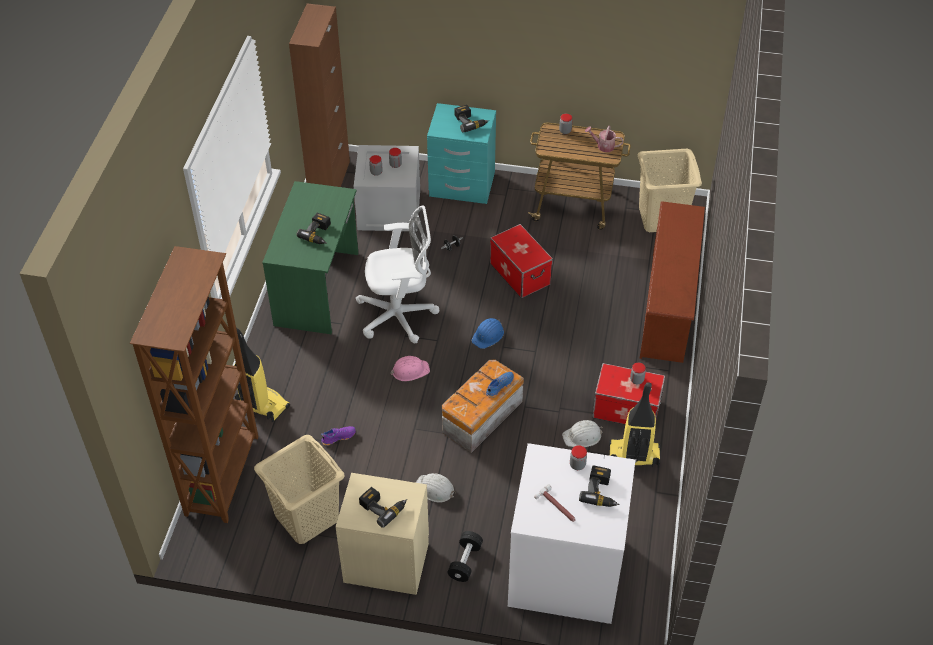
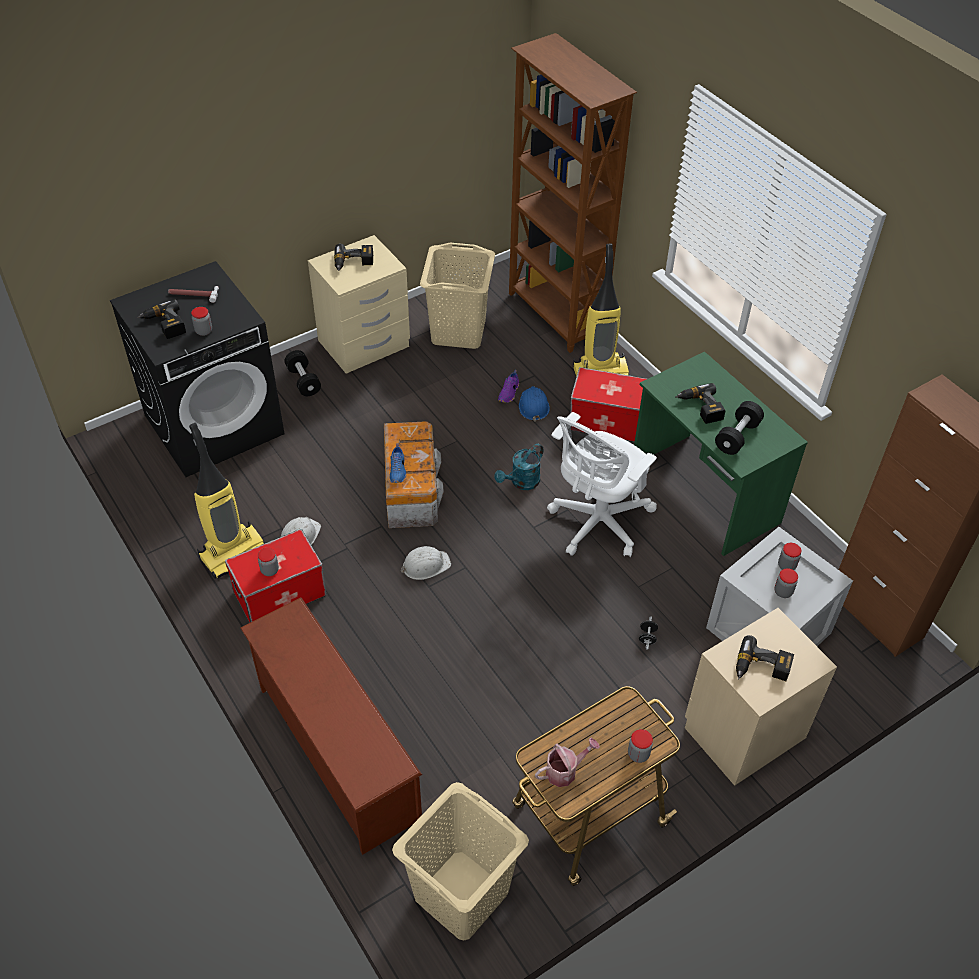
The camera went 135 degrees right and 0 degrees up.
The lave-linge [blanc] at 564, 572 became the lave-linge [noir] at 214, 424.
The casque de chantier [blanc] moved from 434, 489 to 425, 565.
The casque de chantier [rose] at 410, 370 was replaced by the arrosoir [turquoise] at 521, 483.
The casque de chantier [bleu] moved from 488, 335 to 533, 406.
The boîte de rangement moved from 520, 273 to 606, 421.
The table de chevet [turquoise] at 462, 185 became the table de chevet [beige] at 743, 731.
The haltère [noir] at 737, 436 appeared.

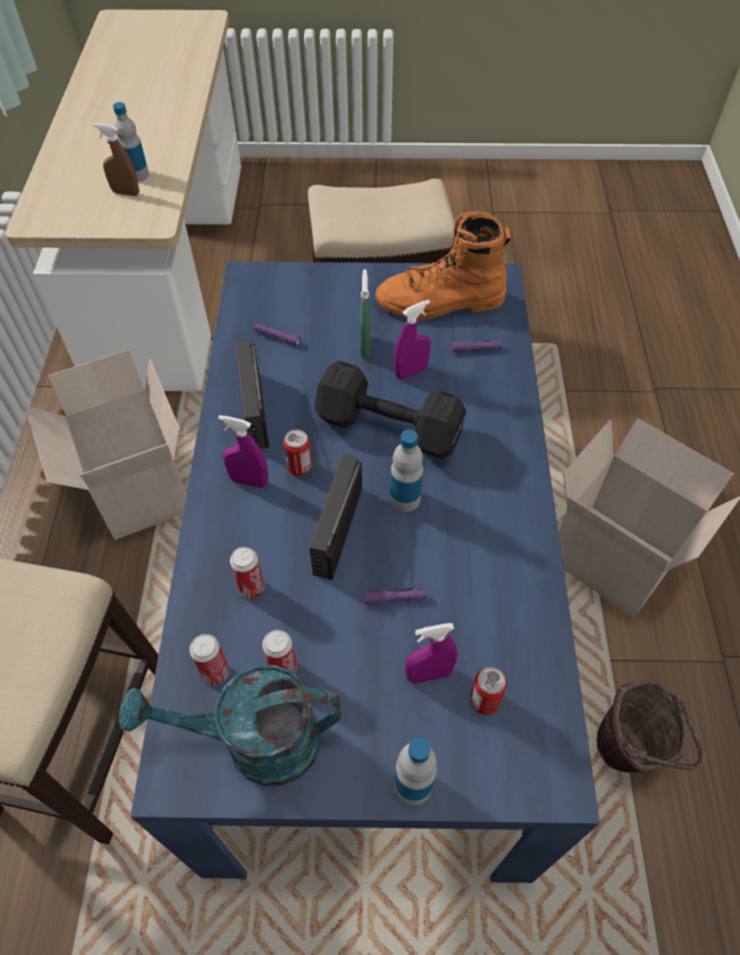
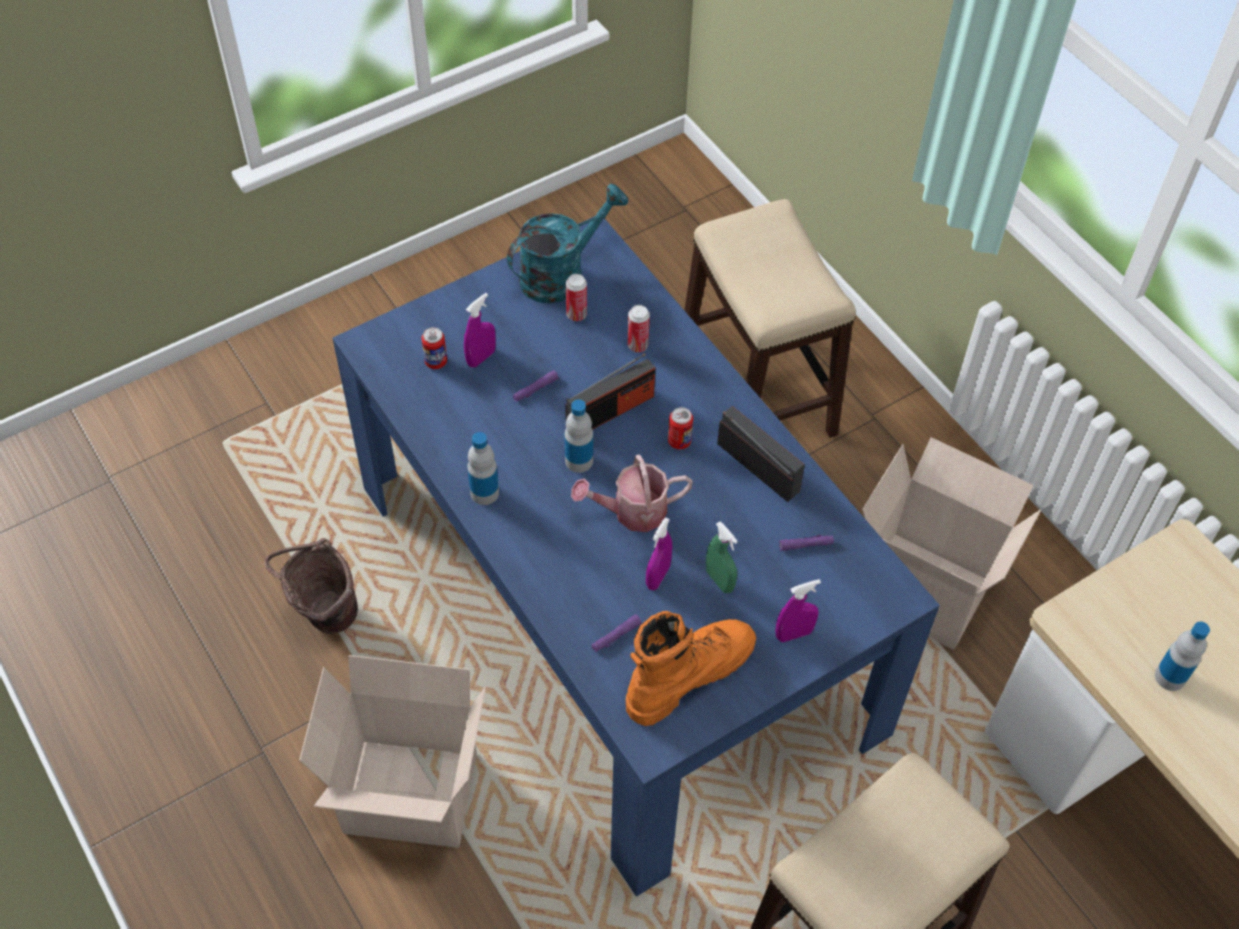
The camera went 145 degrees right and 0 degrees up.
The bouteille moved from 413, 785 to 484, 493.
The radio at 338, 531 turned 75 degrees clockwise.
The haltère [noir] at 392, 429 was replaced by the arrosoir at 632, 512.
The vaporisateur [violet] moved from 249, 481 to 794, 634.
The vaporisateur [marron] at 126, 193 disappeared.
The boîte métallique at 215, 673 disappeared.

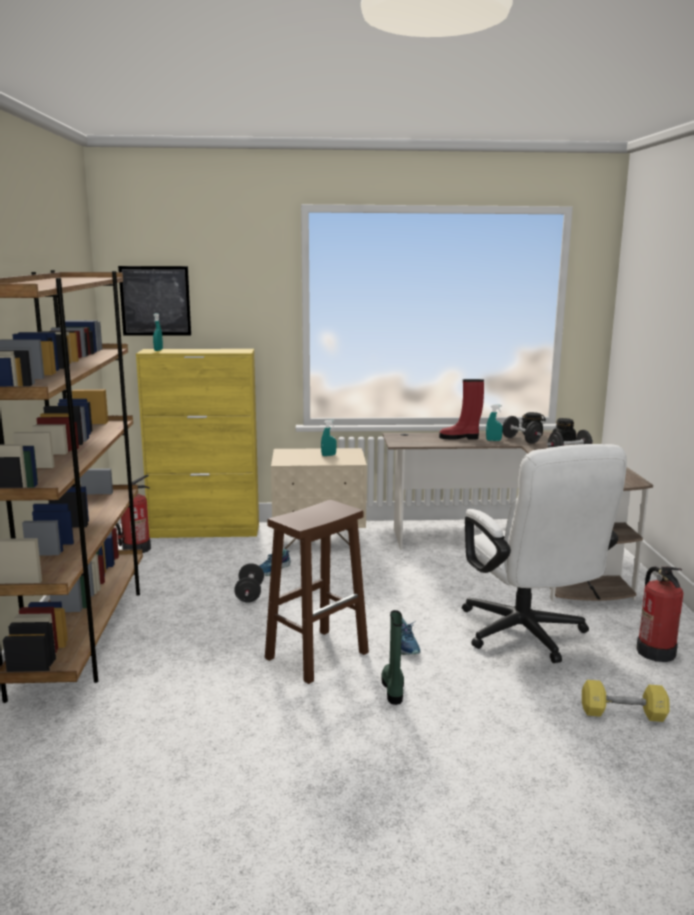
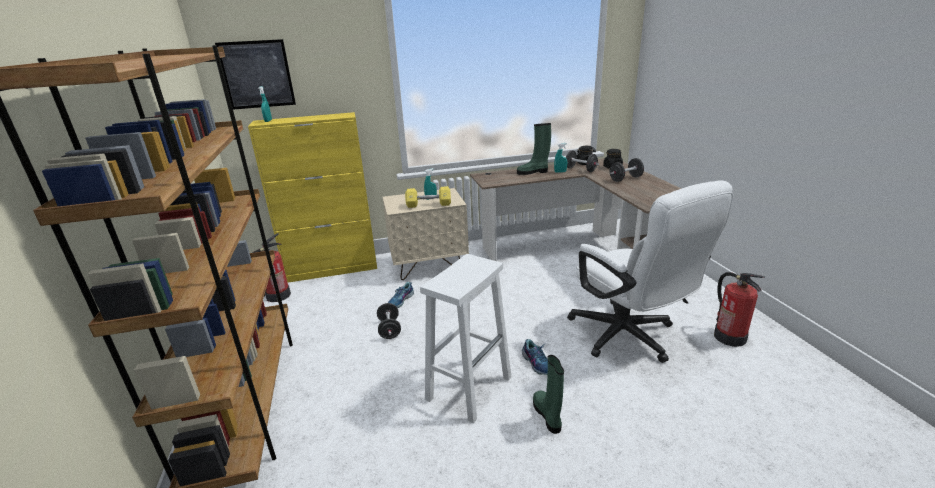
The camera went 10 degrees left and 10 degrees up.
The haltère [jaune] moved from 623, 713 to 428, 204.
The tabouret [marron] at 318, 654 became the tabouret [blanc] at 469, 387.
The botte [rouge] at 460, 438 became the botte [vert] at 533, 172.

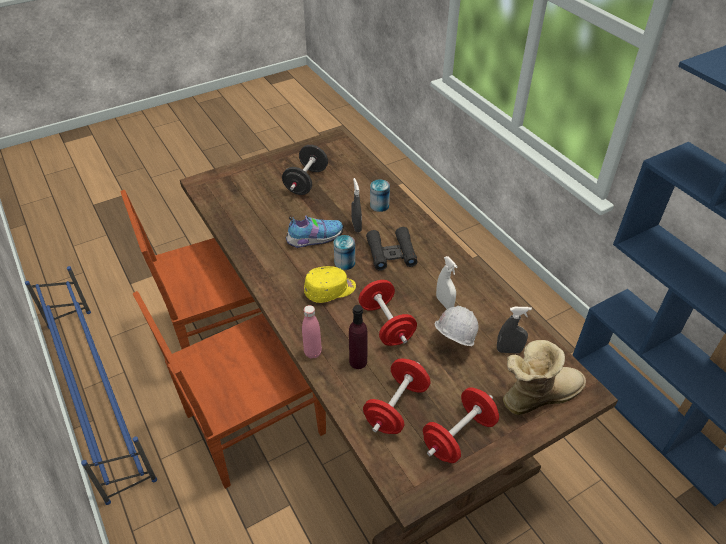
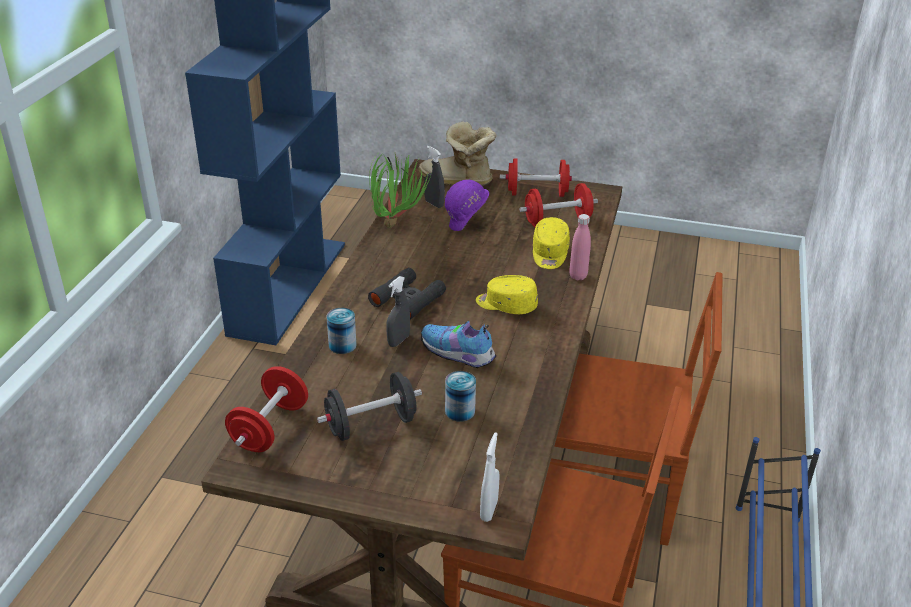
The camera went 135 degrees left and 10 degrees down.
The haltère [rouge] moved from 386, 325 to 270, 428.
The plante en pot at 396, 223 appeared.
The casque de chantier [blanc] at 451, 344 became the casque de chantier [violet] at 467, 226.
The boîte métallique moved from 344, 262 to 460, 411.
The vaporisateur [blanc] moved from 444, 303 to 489, 510.
The bouteille [violet] at 358, 361 was replaced by the casquette [jaune] at 549, 253.

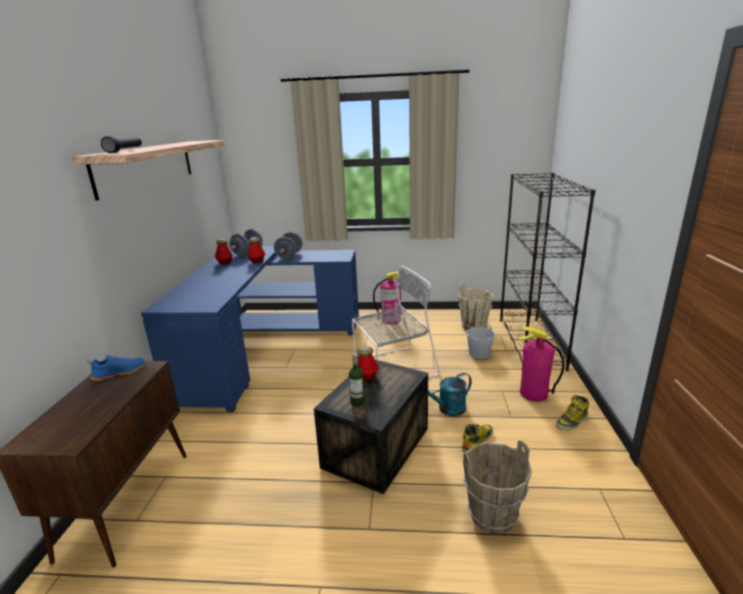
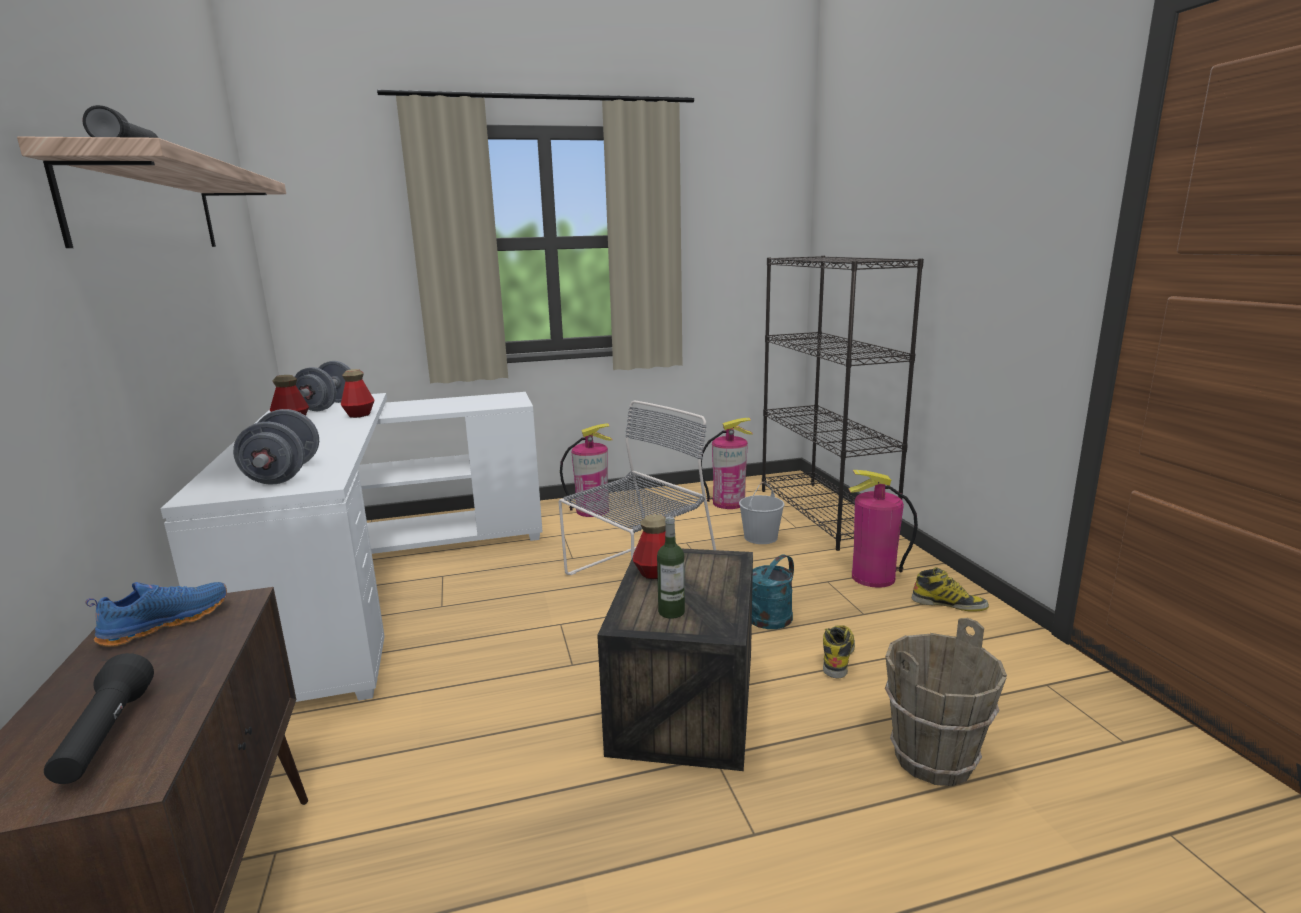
The camera went 20 degrees left and 5 degrees down.
The lampe de poche [noir] at 105, 736 appeared.
The bureau [bleu] at 262, 348 became the bureau [blanc] at 376, 582.
The haltère [gris] moved from 289, 256 to 283, 474.
The seau [beige] at 474, 326 was replaced by the extincteur at 729, 503.
The botte at 572, 421 turned 105 degrees counterclockwise.

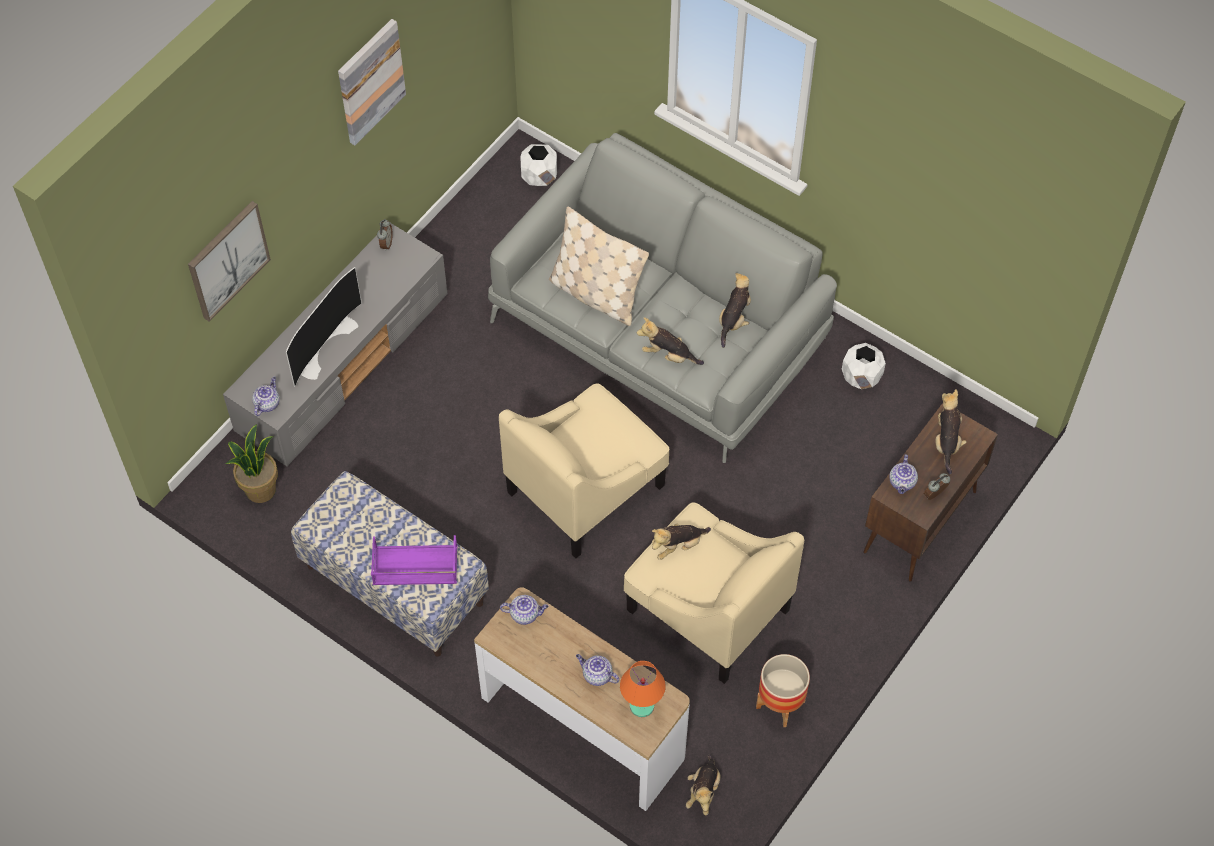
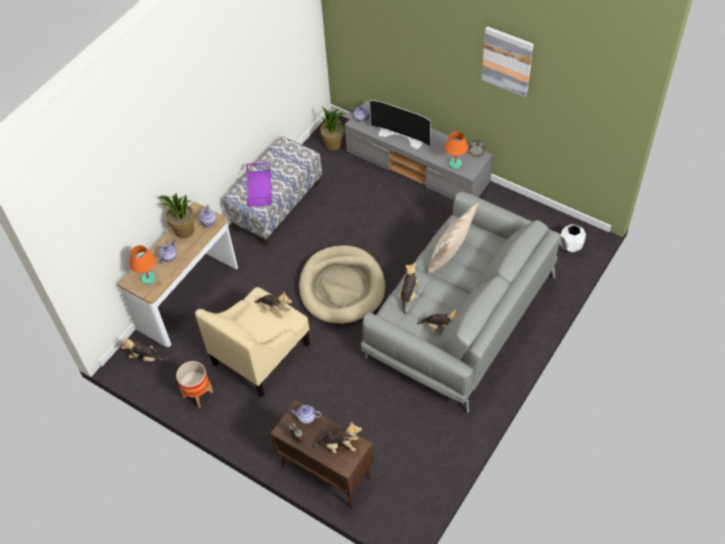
The camera went 90 degrees right and 5 degrees down.
The plante en pot at 184, 231 appeared.
The peluche at 678, 546 turned 150 degrees clockwise.
The fauteuil [beige] at 586, 488 was replaced by the panier pour chien [beige] at 342, 287.
The lampe de table [orange] at 455, 164 appeared.
The tableau at 227, 260 disappeared.
The cache-pot [blanc] at 862, 377 disappeared.

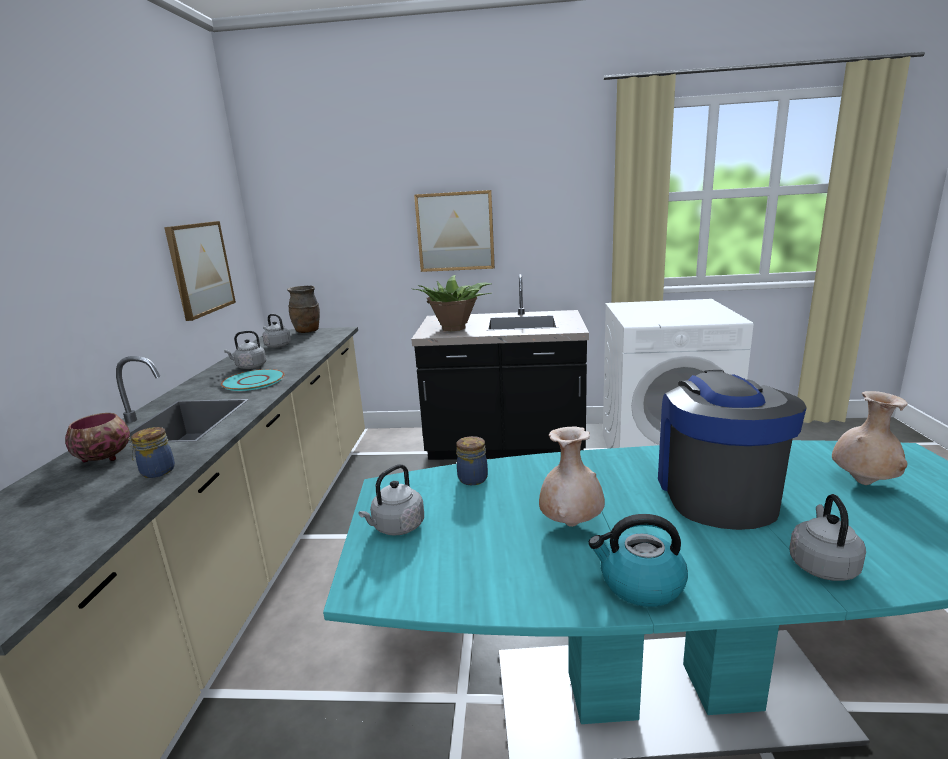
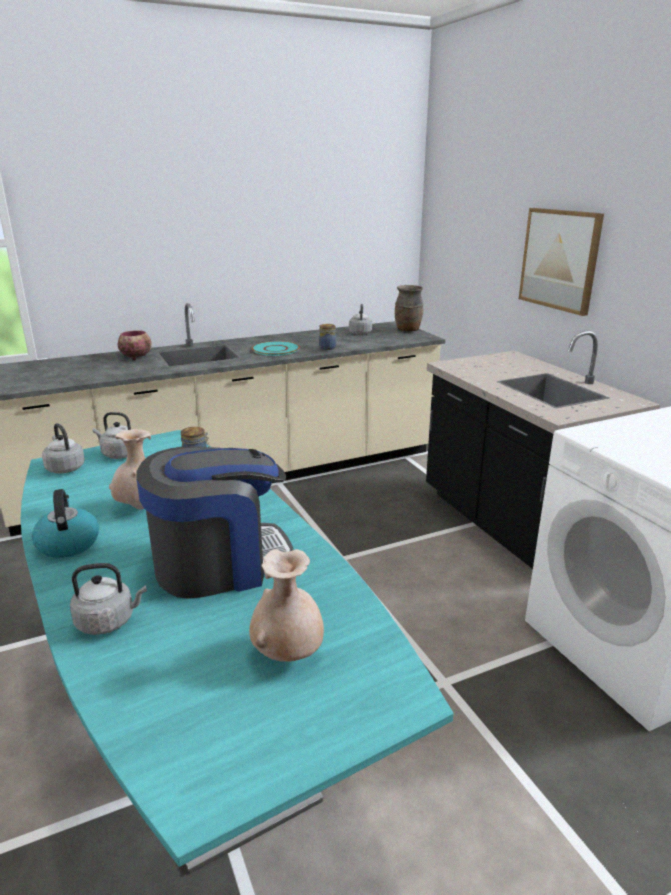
The camera went 60 degrees right and 5 degrees up.
The bouilloire [gris] moved from 249, 367 to 65, 468.
The bocal moved from 156, 471 to 327, 348.
The tableau at 200, 268 disappeared.
The plante en pot at 454, 328 disappeared.

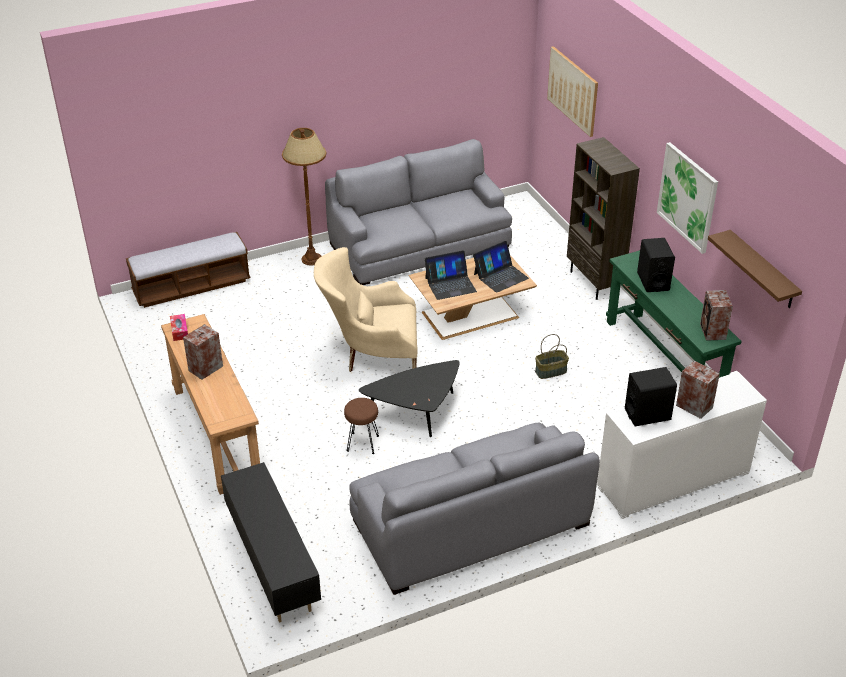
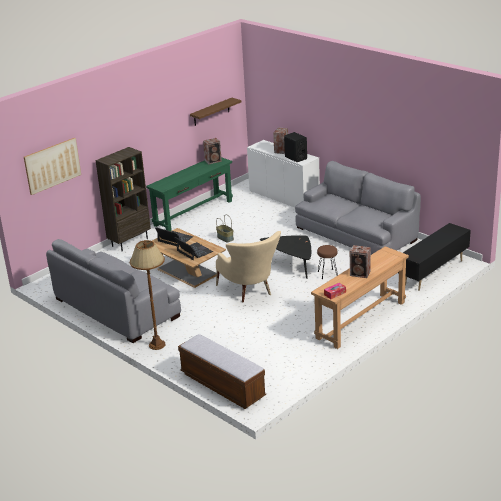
The camera went 110 degrees left and 10 degrees down.
The enceinte [noir] at 653, 281 disappeared.
The tableau at 687, 197 disappeared.

